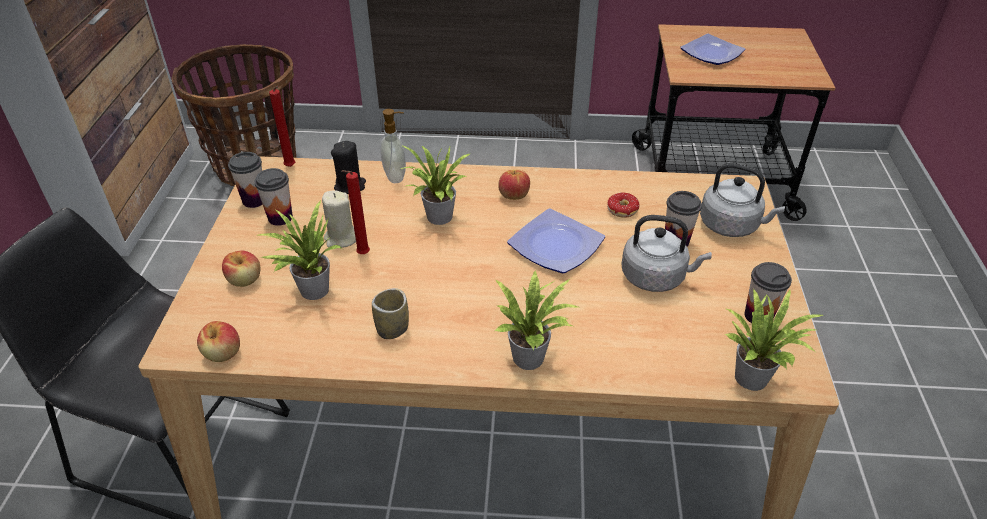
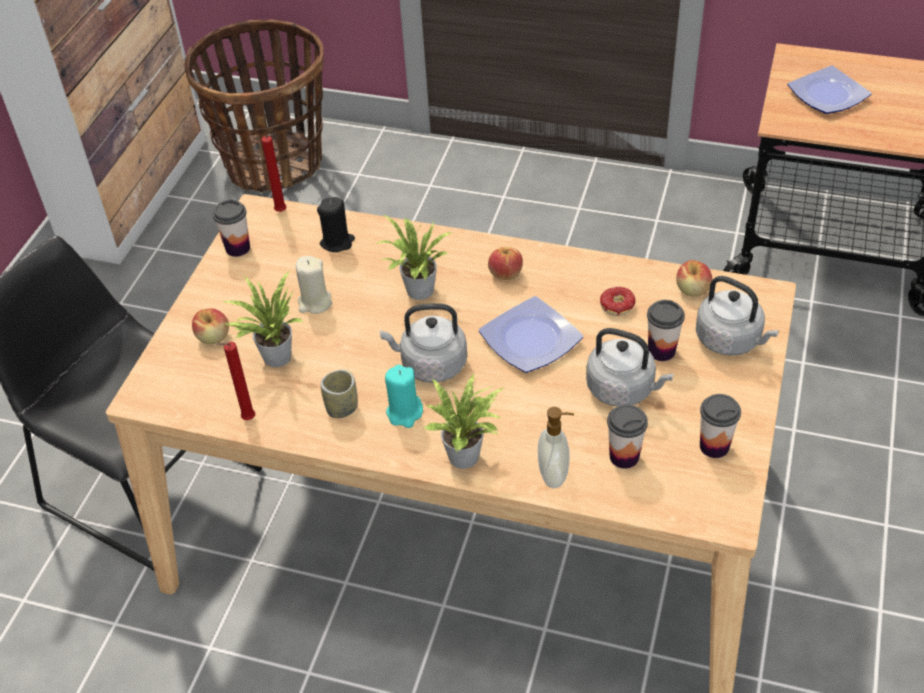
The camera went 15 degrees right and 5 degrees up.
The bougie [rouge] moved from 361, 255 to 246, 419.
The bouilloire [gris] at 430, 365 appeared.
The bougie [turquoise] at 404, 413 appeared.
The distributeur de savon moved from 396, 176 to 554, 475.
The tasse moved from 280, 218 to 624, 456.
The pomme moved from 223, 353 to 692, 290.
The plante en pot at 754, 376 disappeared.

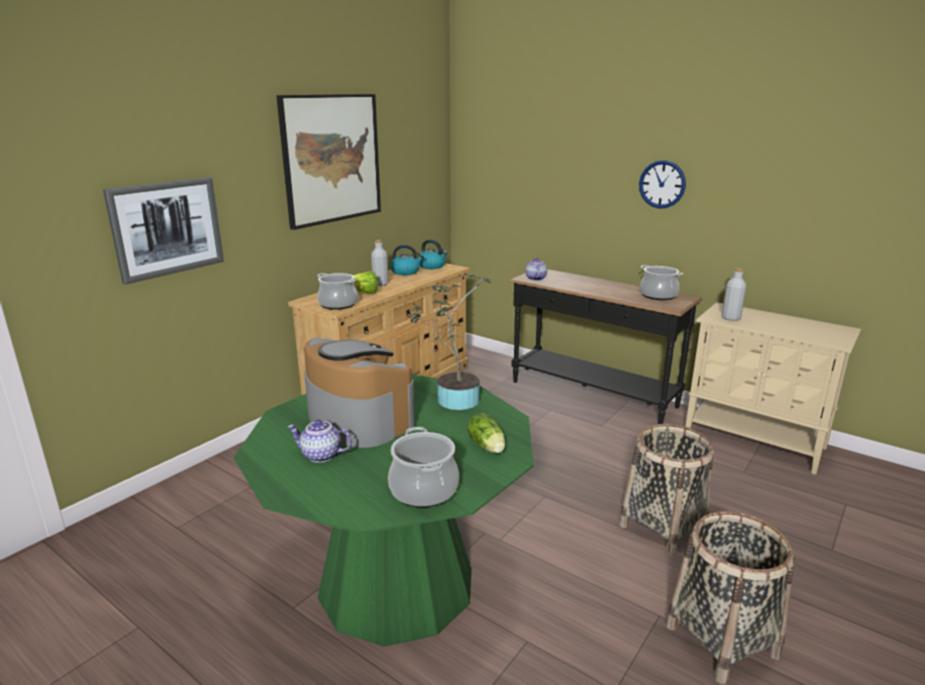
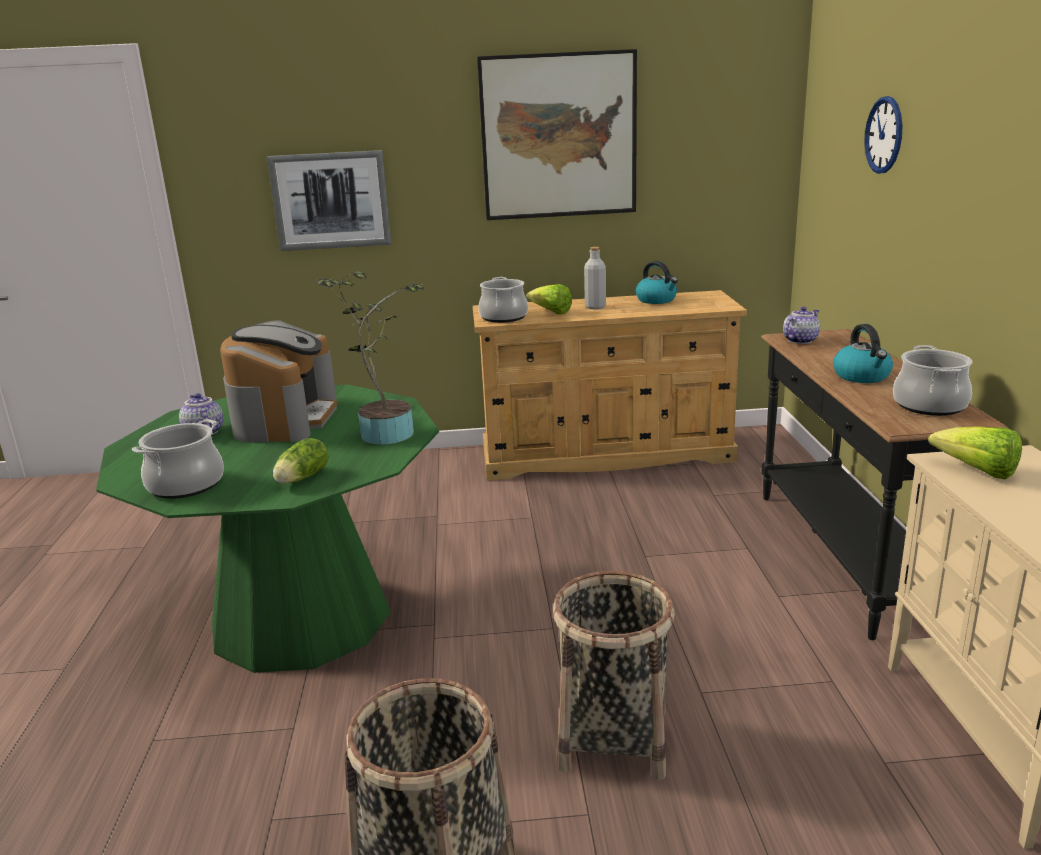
The camera went 50 degrees right and 0 degrees up.
The bouilloire moved from 432, 266 to 862, 376.
The horloge murale moved from 662, 184 to 884, 135.
The bouteille [gris] at 730, 318 was replaced by the laitue at 977, 472.

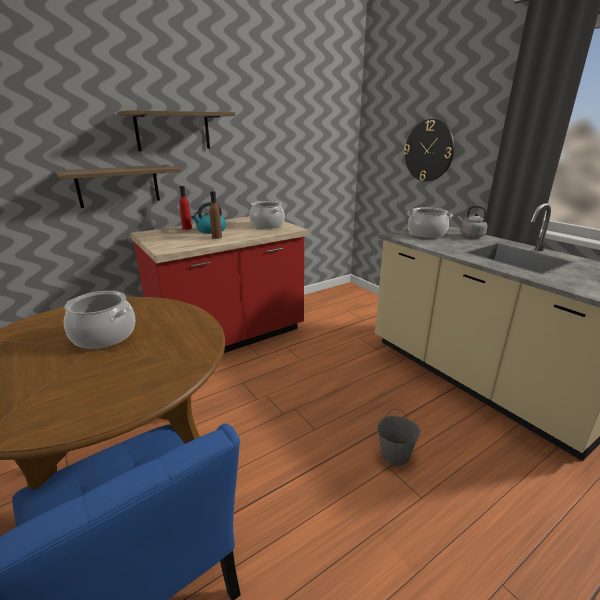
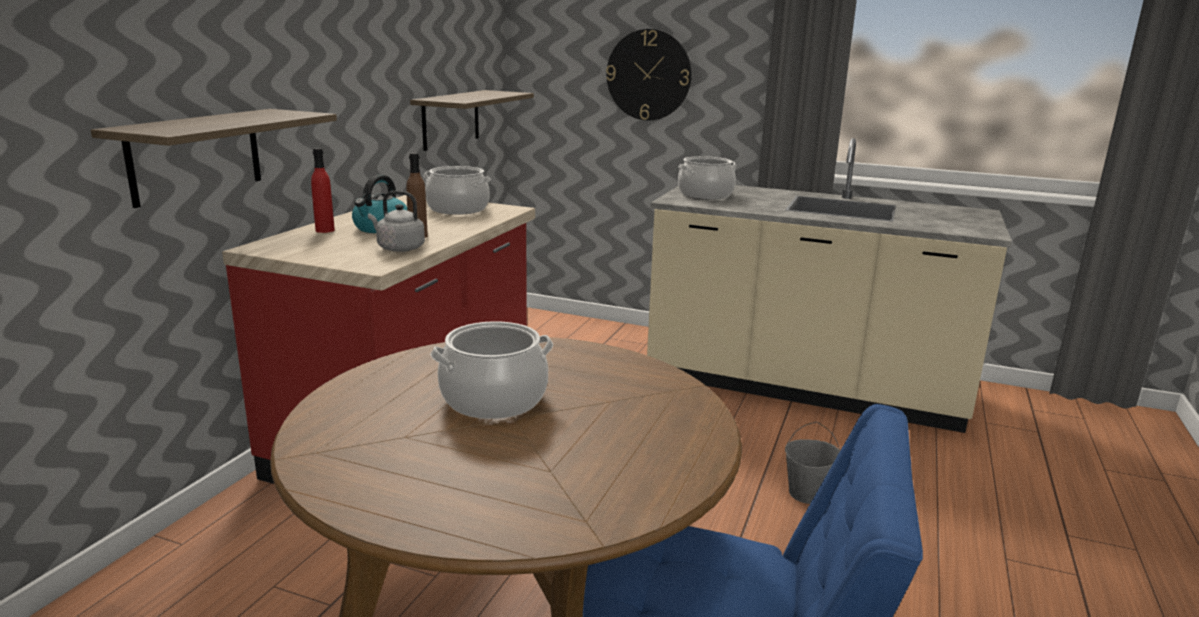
The camera went 35 degrees left and 5 degrees down.
The bouilloire [gris] moved from 470, 235 to 398, 248.
The étagère moved from 173, 131 to 451, 119.

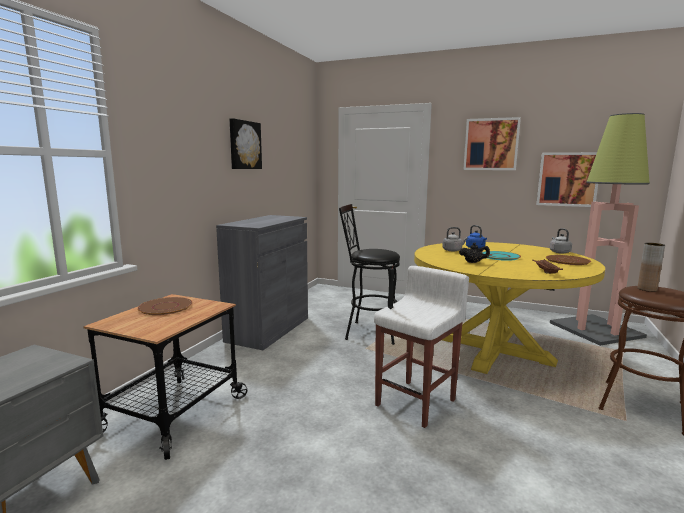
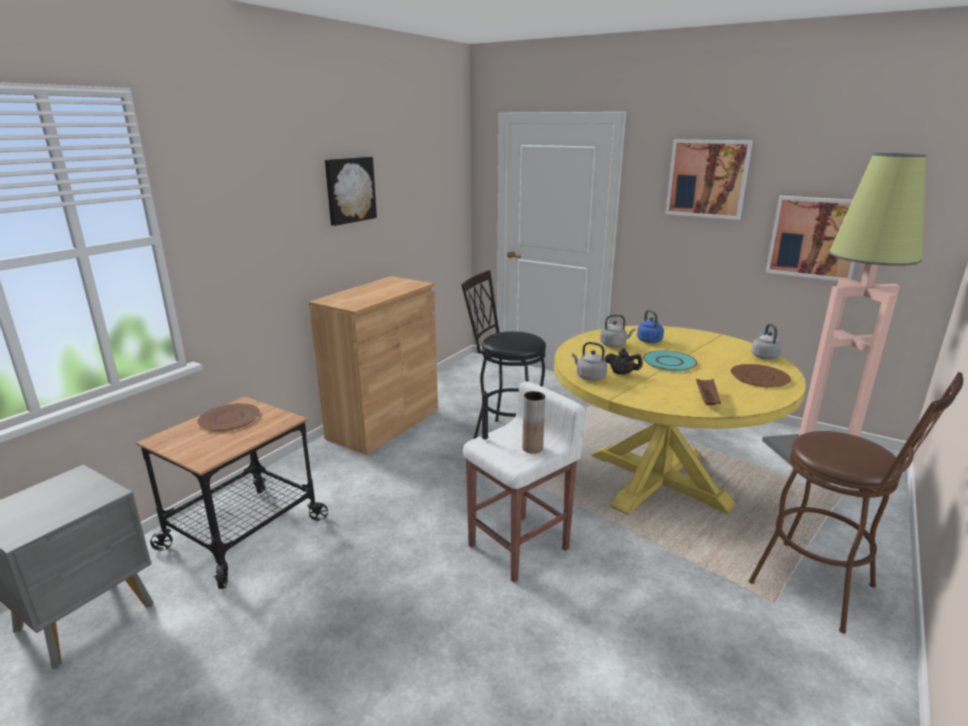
The camera went 10 degrees right and 10 degrees up.
The meuble de rangement [gris] at 268, 329 became the meuble de rangement [marron] at 384, 423.
The vase [marron] moved from 647, 289 to 532, 448.
The bouilloire [gris] at 589, 377 appeared.

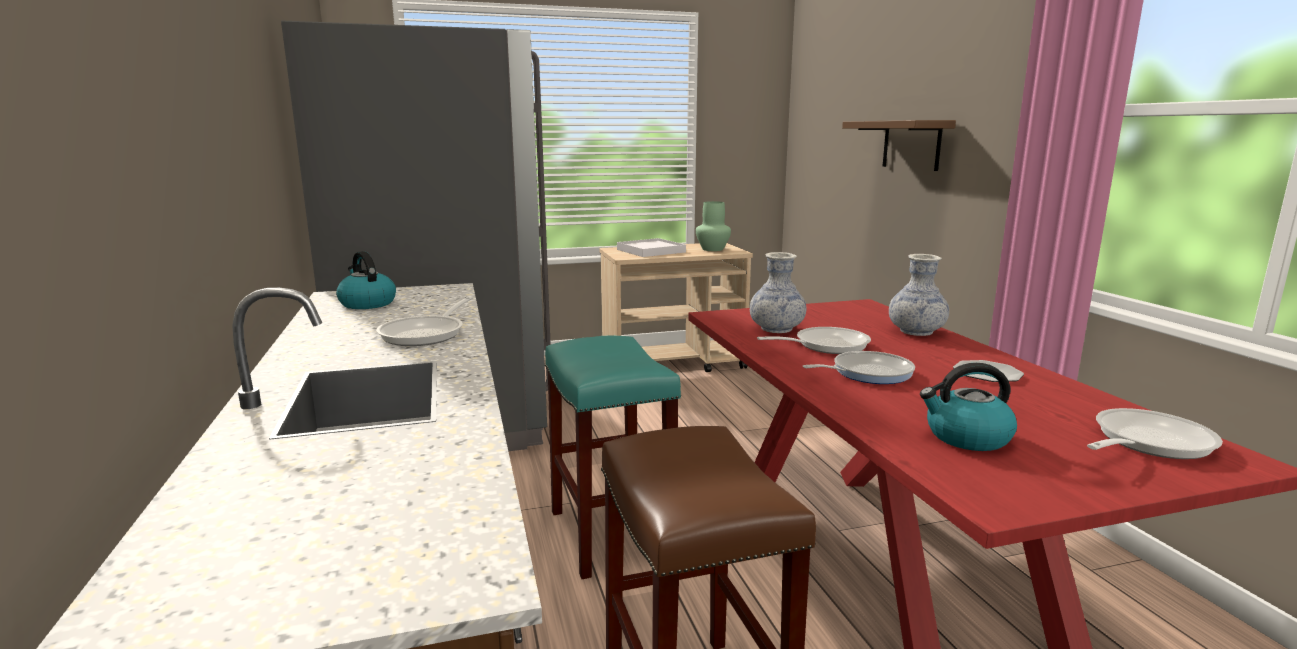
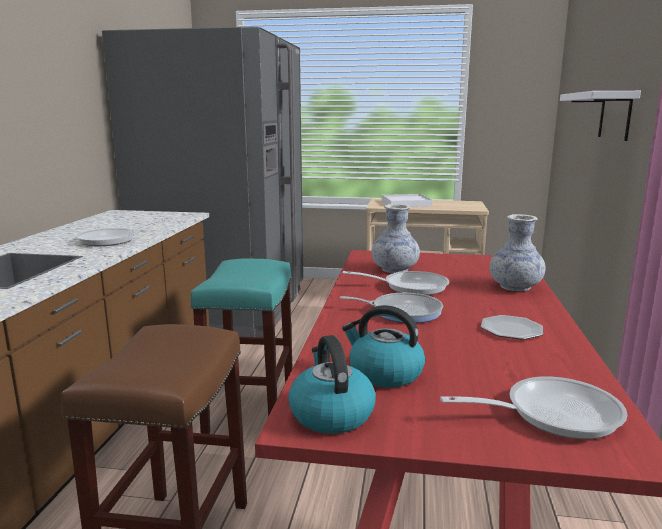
The camera went 25 degrees right and 0 degrees up.
The bouilloire moved from 367, 303 to 330, 414.
The étagère [marron] at 911, 145 became the étagère [blanc] at 615, 115.
The vase [vert] at 712, 249 disappeared.

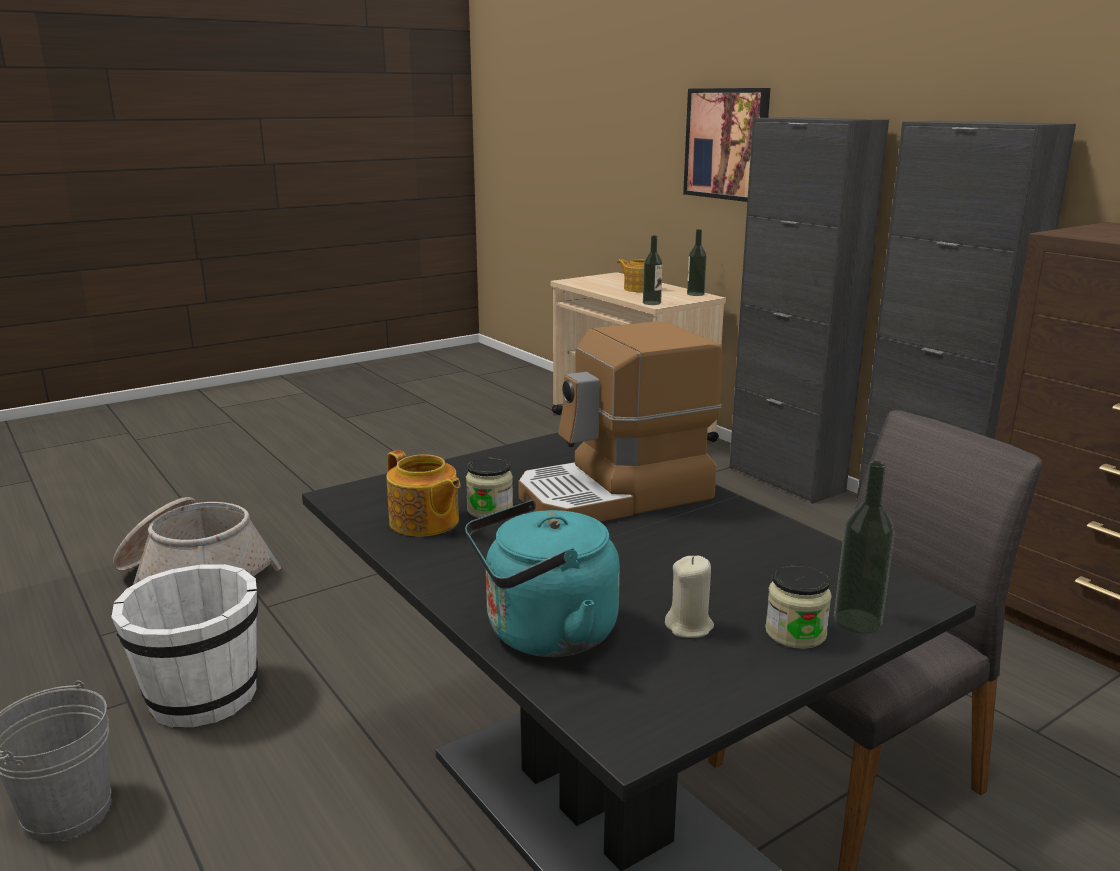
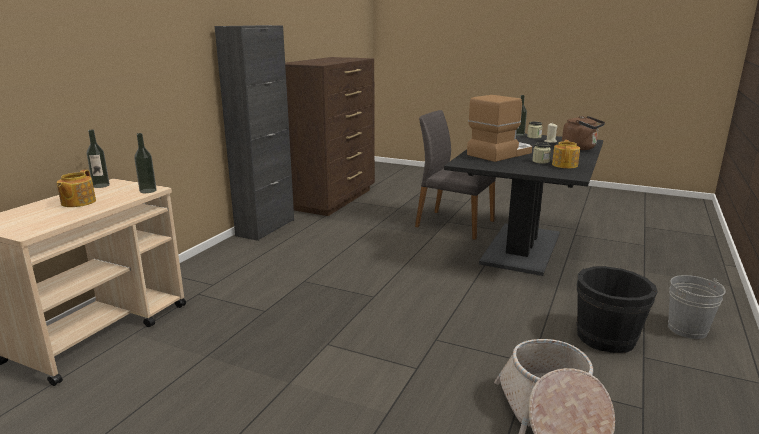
The camera went 120 degrees left and 0 degrees up.
The machine à café at 616, 495 turned 75 degrees counterclockwise.
The bouilloire [turquoise] at 543, 634 became the bouilloire [marron] at 581, 148.
The seau [blanc] at 202, 697 became the seau [noir] at 607, 338.
The tableau at 727, 144 disappeared.
The meuble de rangement [noir] at 785, 479 disappeared.

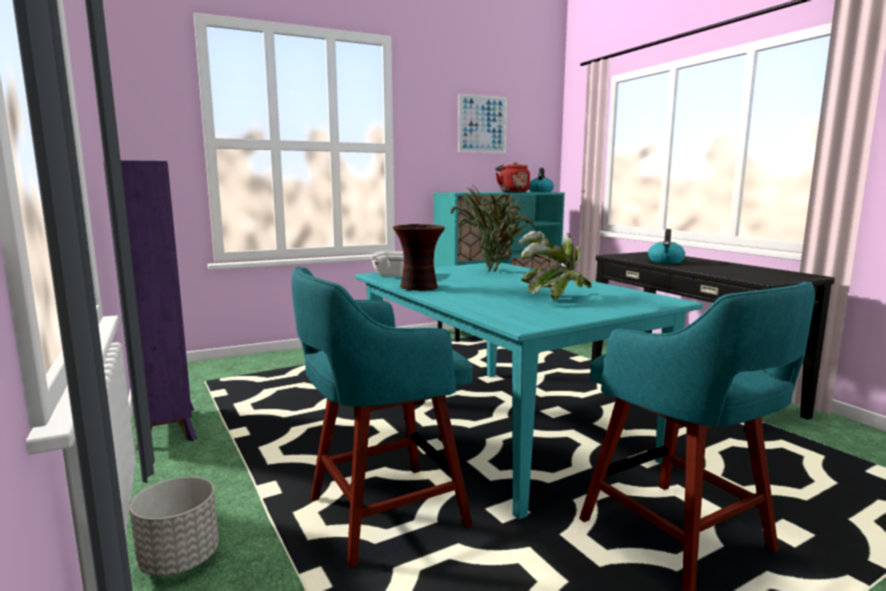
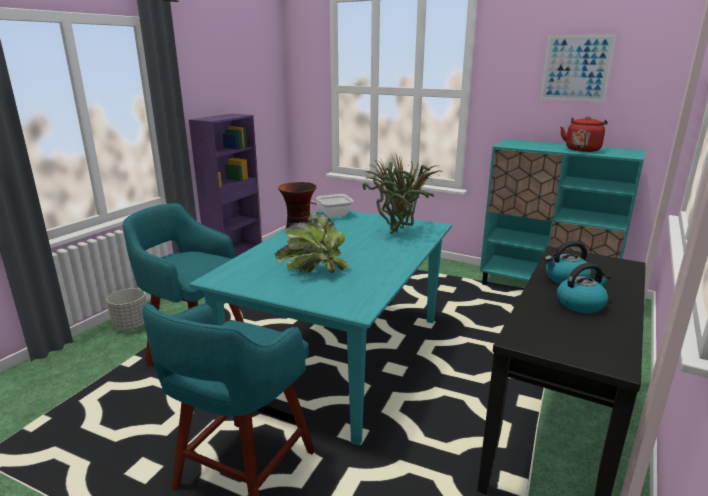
The camera went 55 degrees right and 10 degrees up.
The bouilloire moved from 540, 192 to 580, 304.

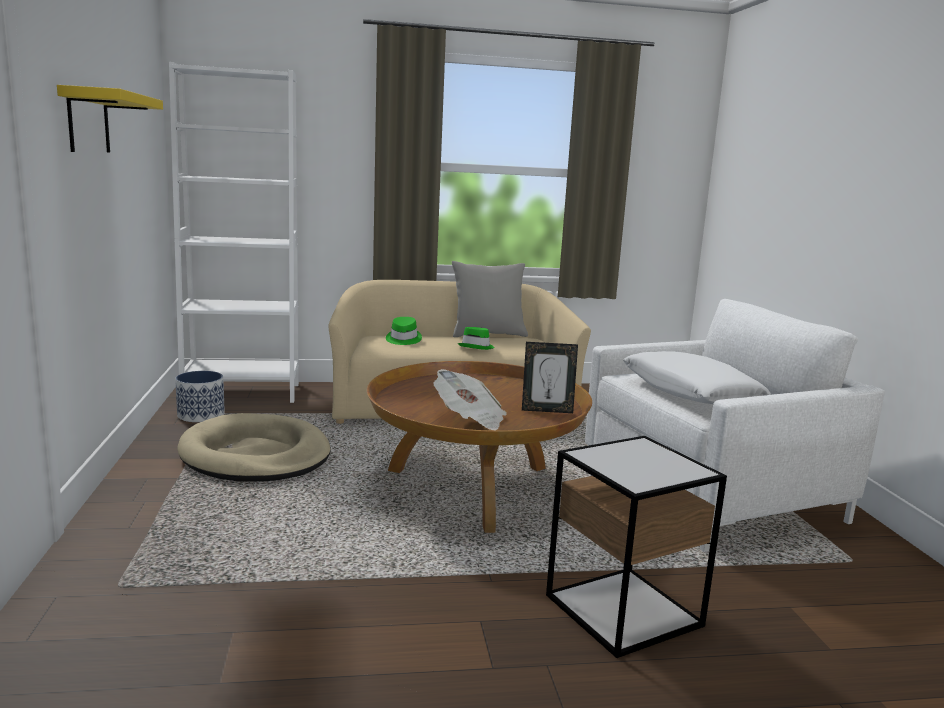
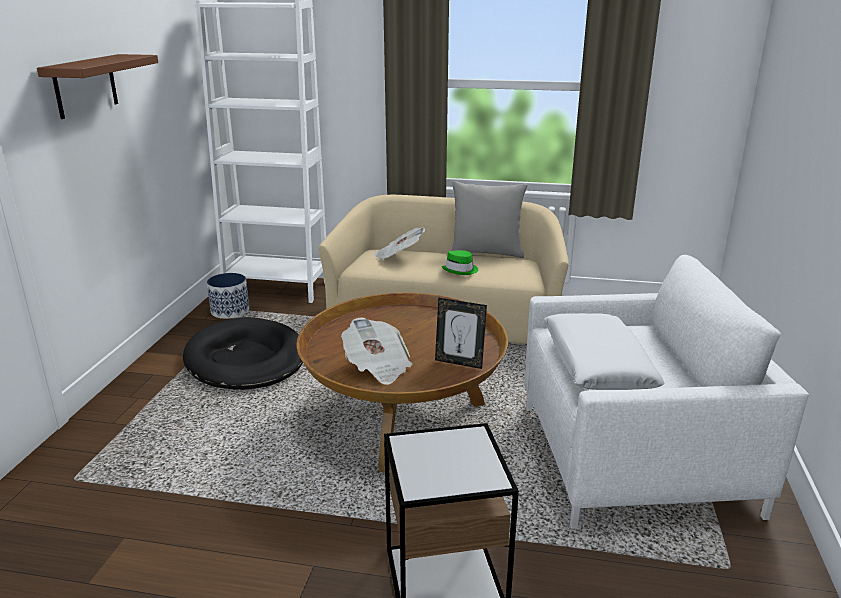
The camera went 20 degrees right and 10 degrees up.
The étagère [jaune] at 88, 122 became the étagère [marron] at 85, 86.
The panier pour chien [beige] at 255, 455 became the panier pour chien [noir] at 246, 359.
The chapeau [vert] at 403, 339 was replaced by the journal at 398, 256.

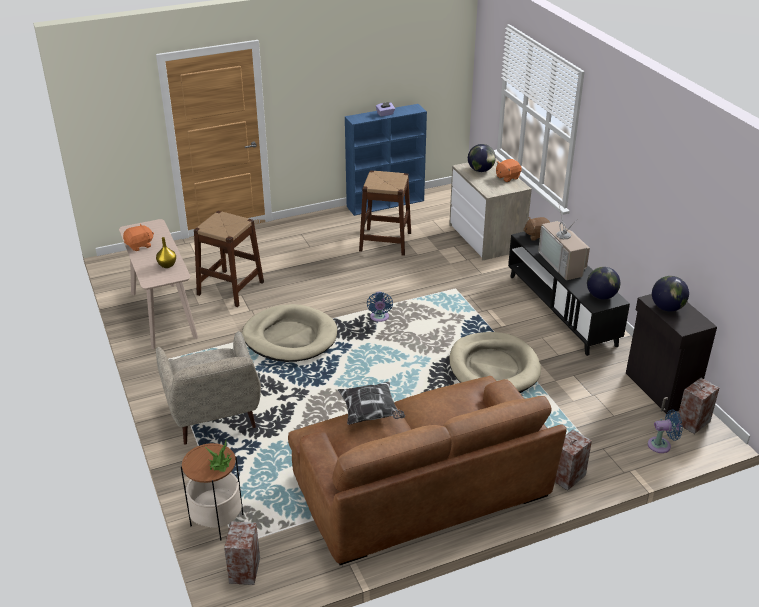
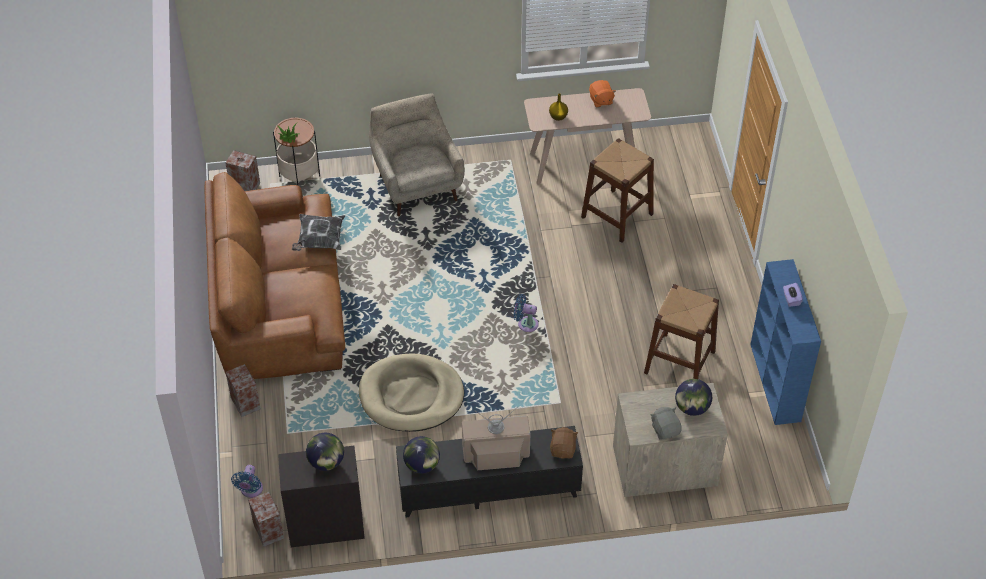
The camera went 105 degrees right and 15 degrees up.
The fauteuil [beige] at 214, 418 turned 75 degrees clockwise.
The peluche [orange] at 507, 177 became the peluche [gris] at 665, 429.
The panier pour chien [beige] at 290, 337 disappeared.

